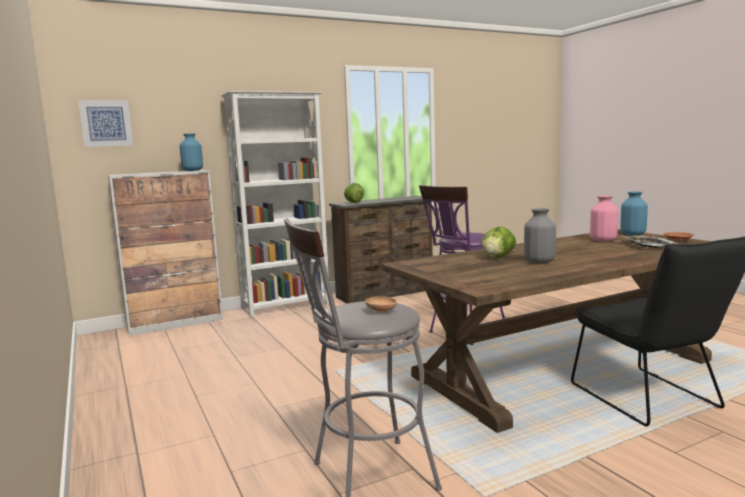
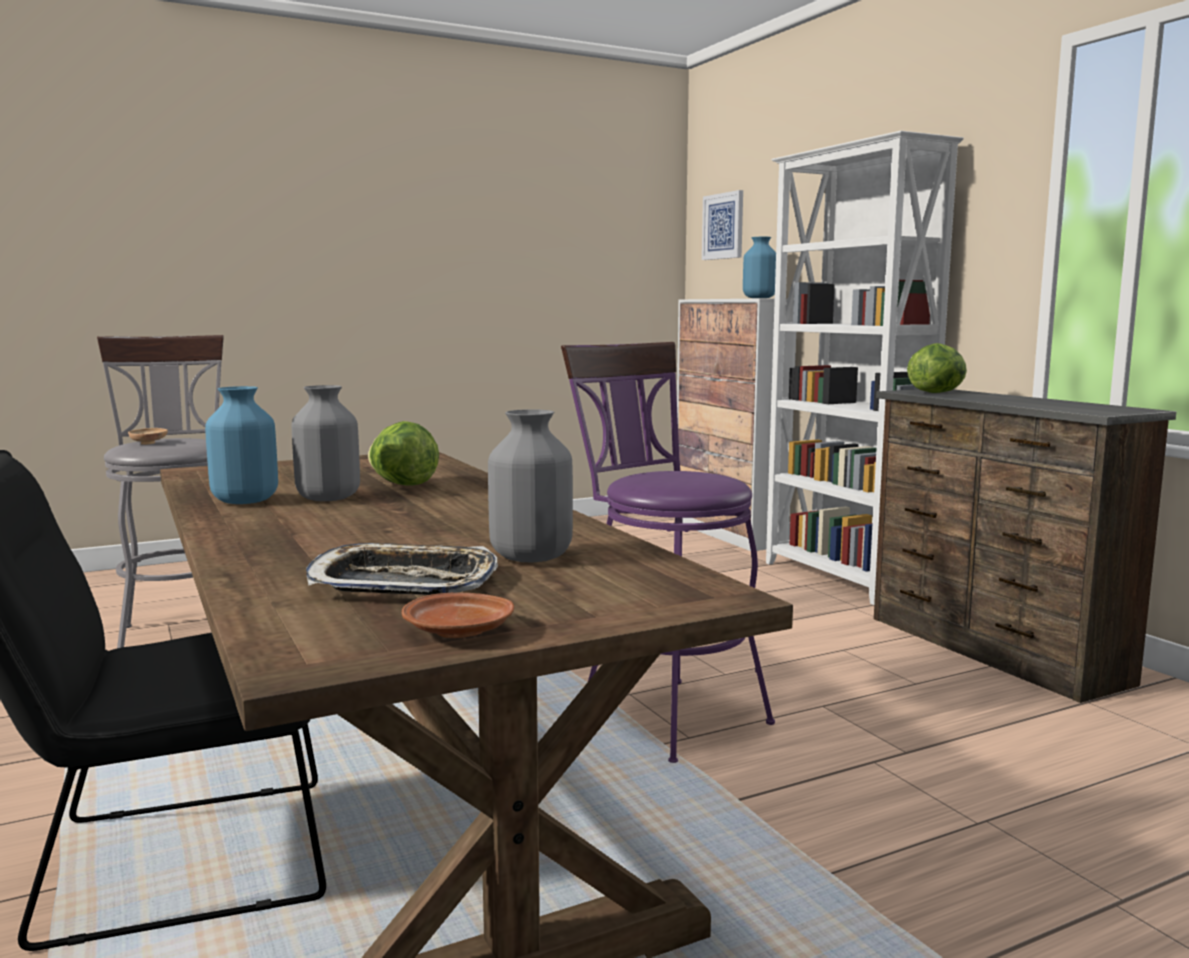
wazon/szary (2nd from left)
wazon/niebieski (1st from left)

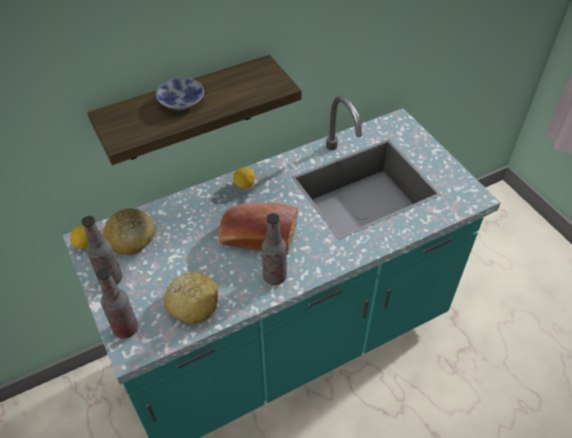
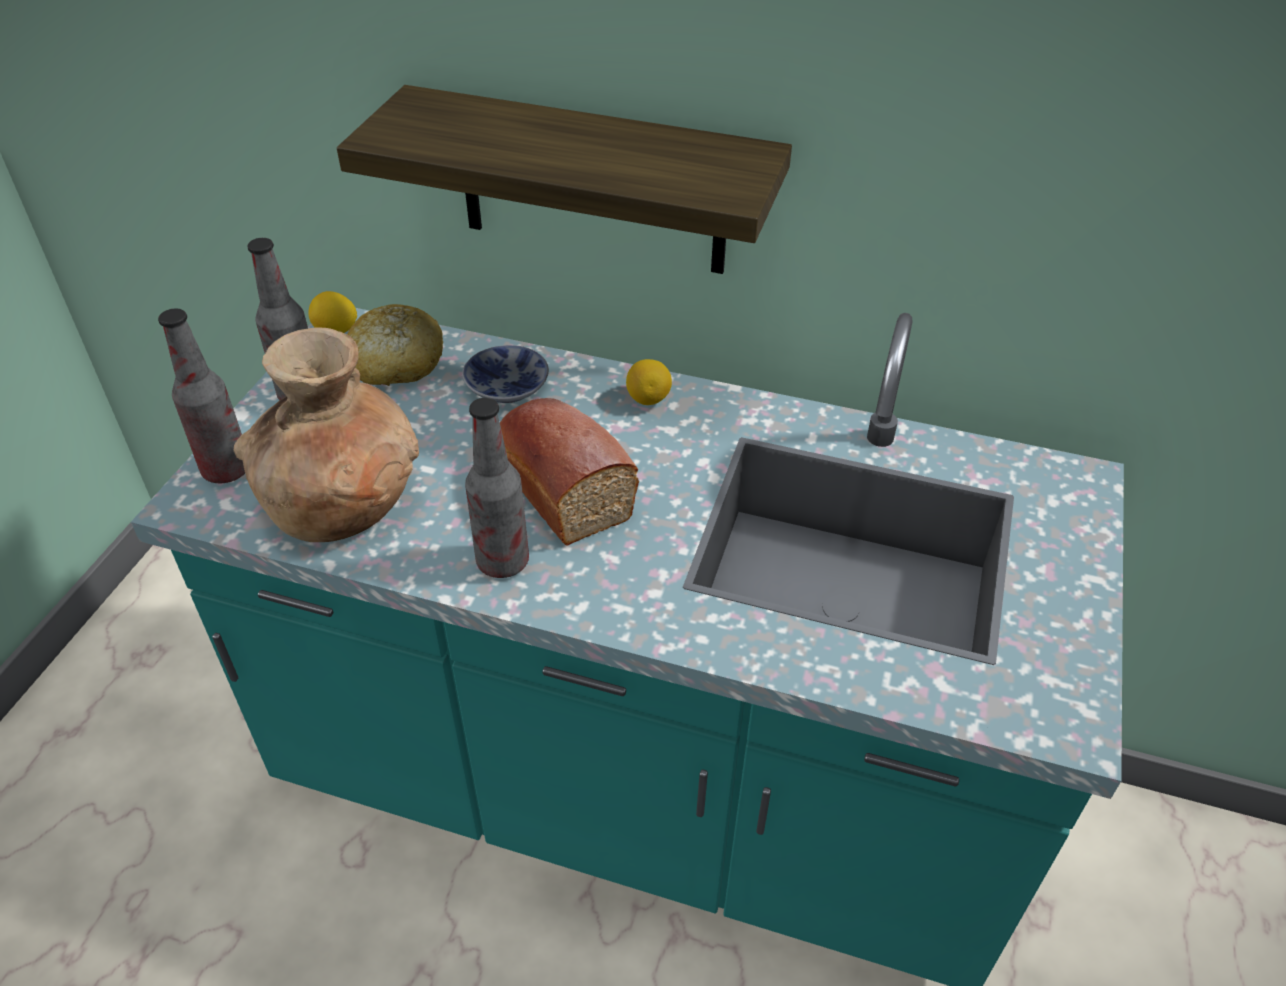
miska
wazon/brązowy

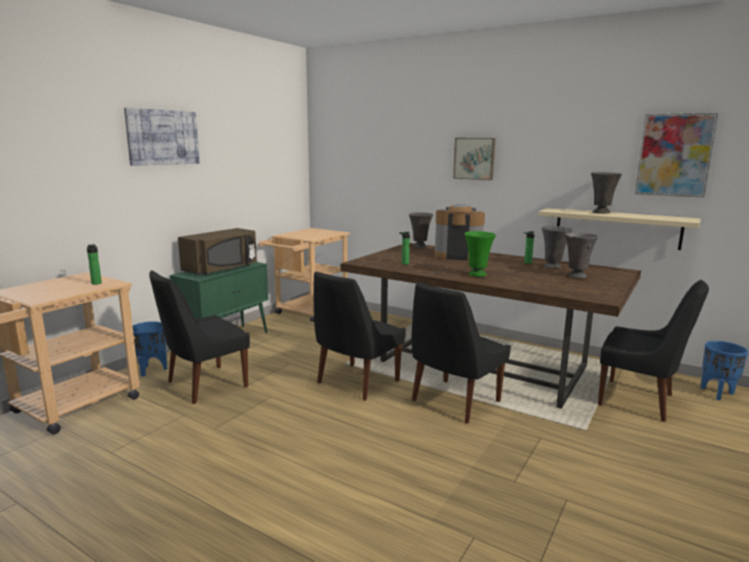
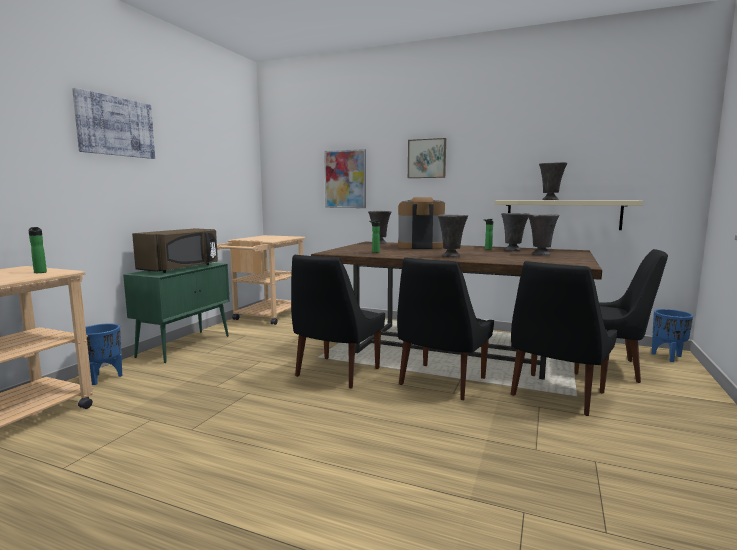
krzesło/czarny (3rd from left)
wazon/szary (2nd from left)
obraz (2nd from left)

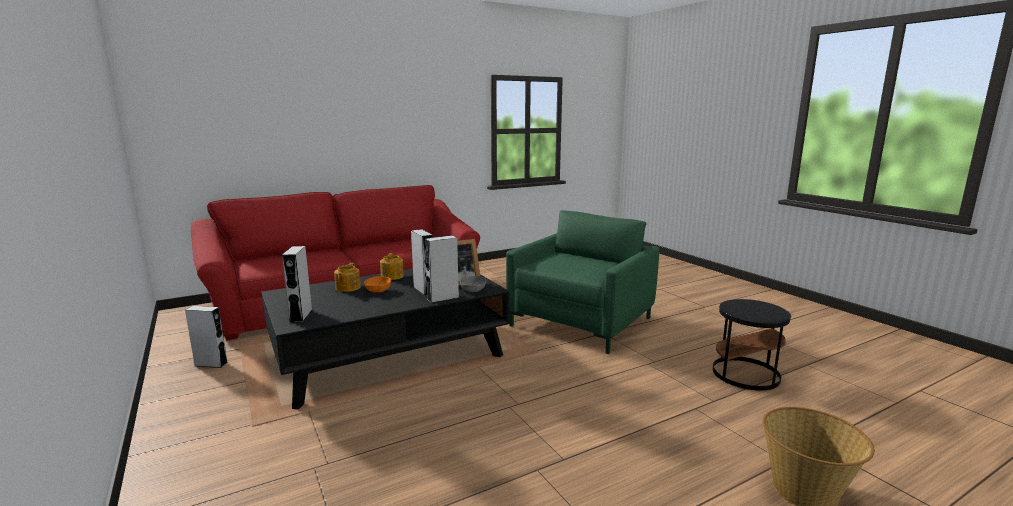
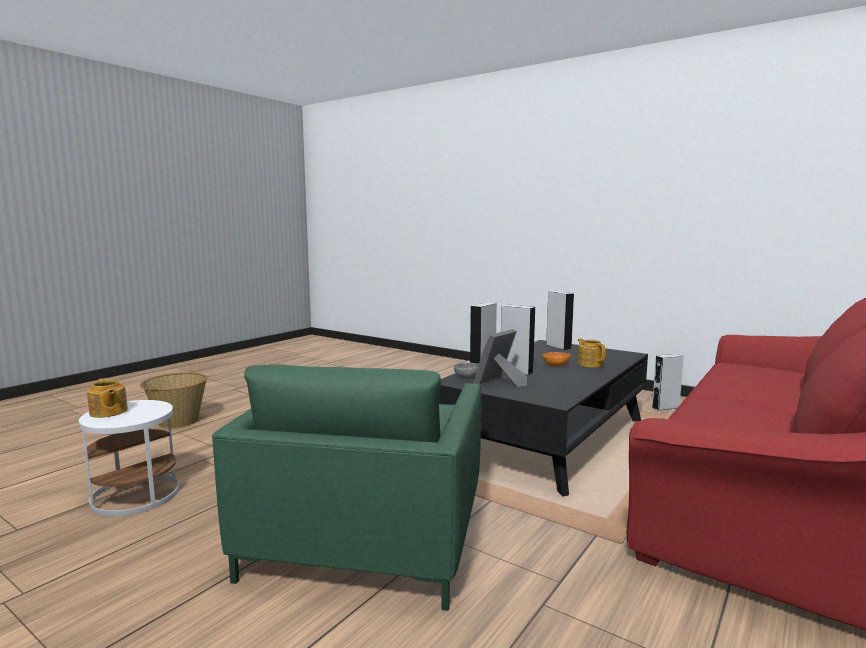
imbryk (1st from left)
stolik/biały

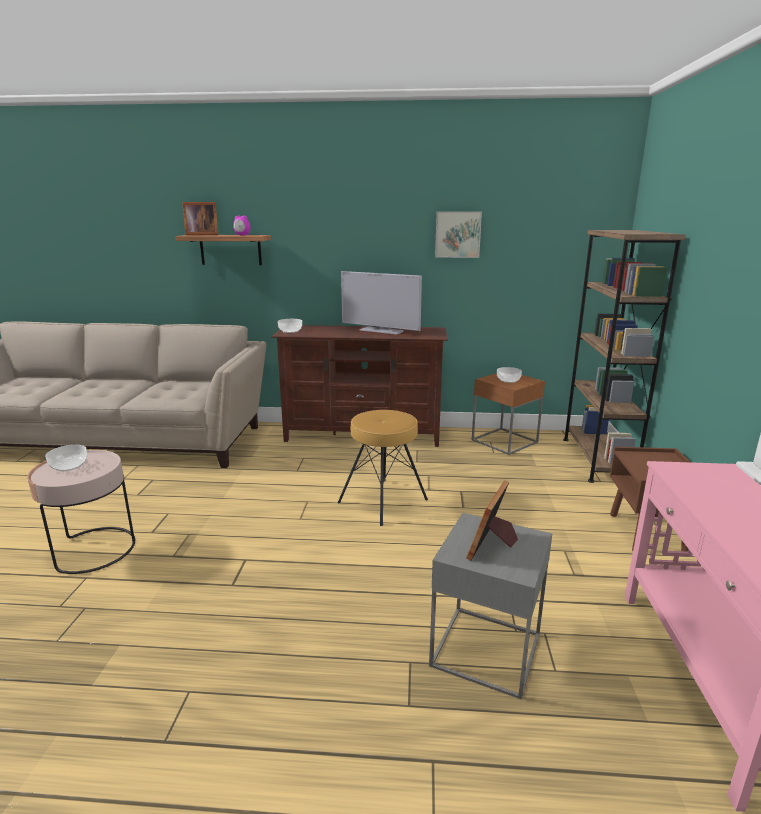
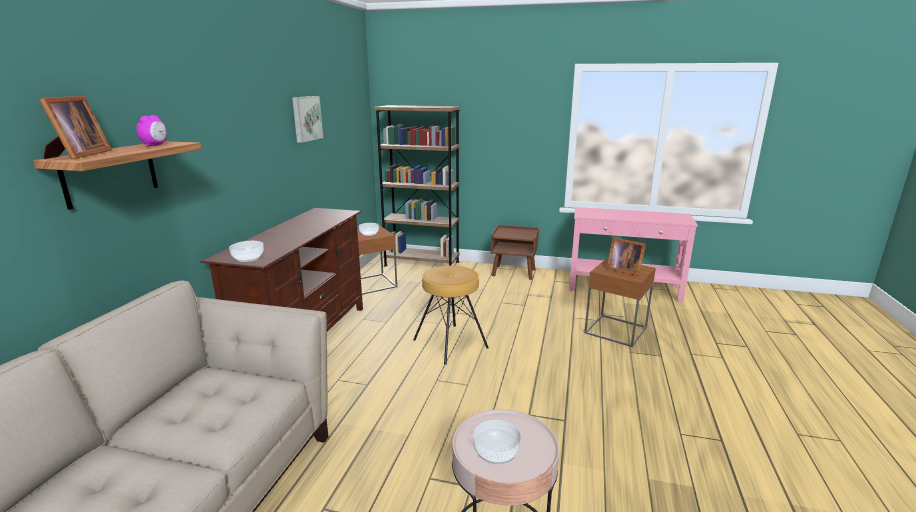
telewizor
stolik/brązowy (2nd from left)

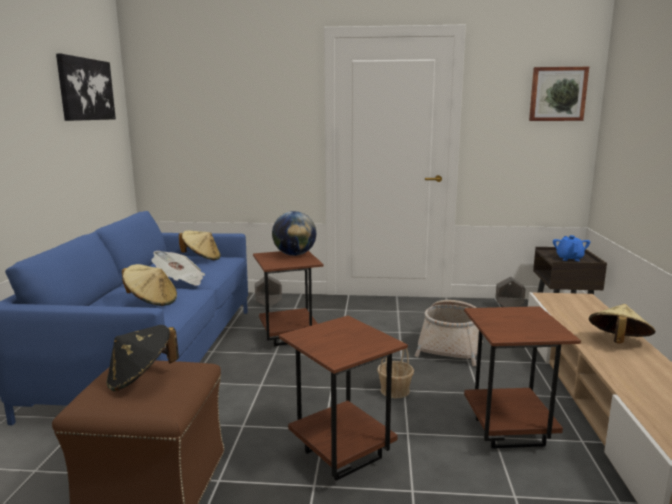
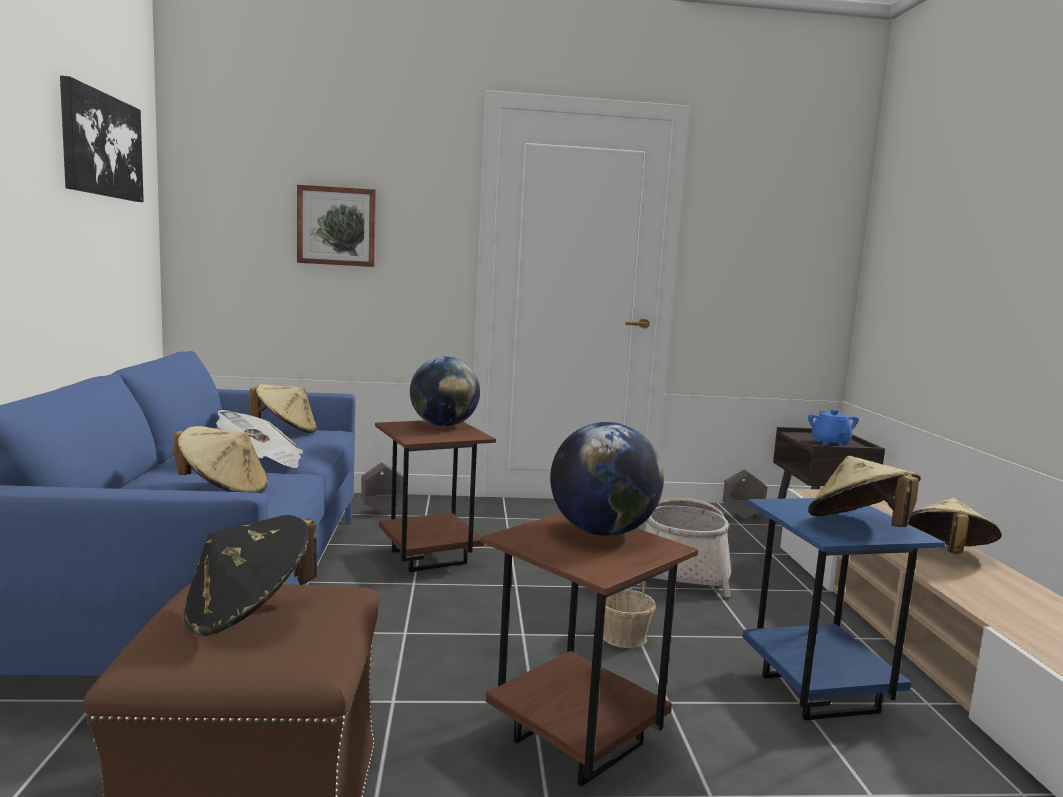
stolik/niebieski
obraz (2nd from left)
globus (2nd from left)
kapelusz/beżowy (3rd from left)

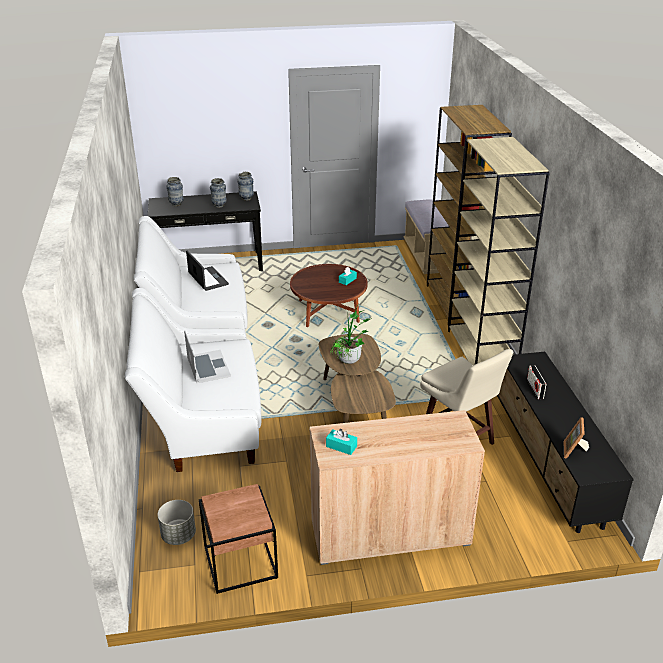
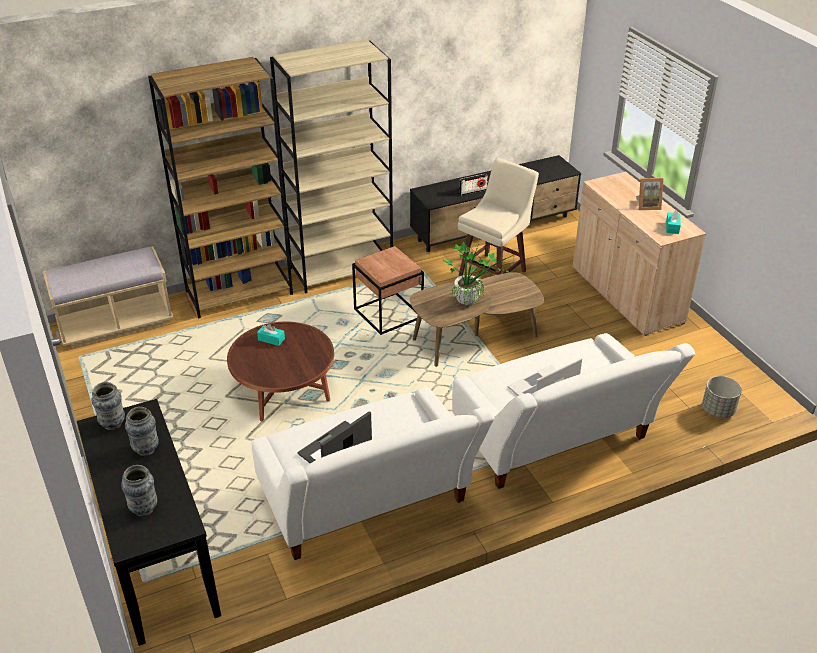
stolik/brązowy
ramka na zdjęcie

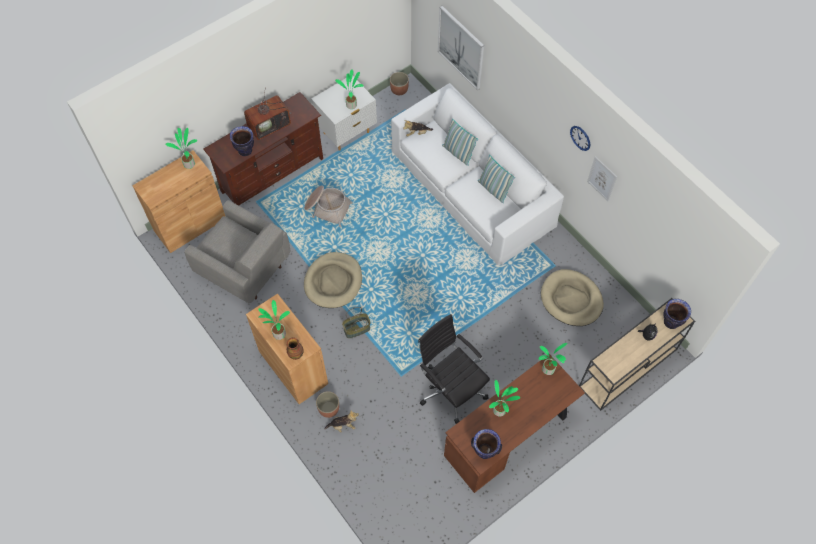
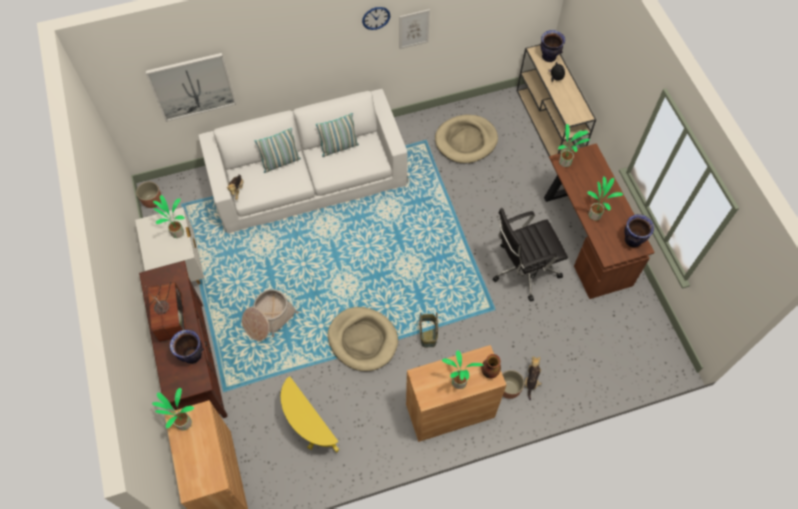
stolik/żółty

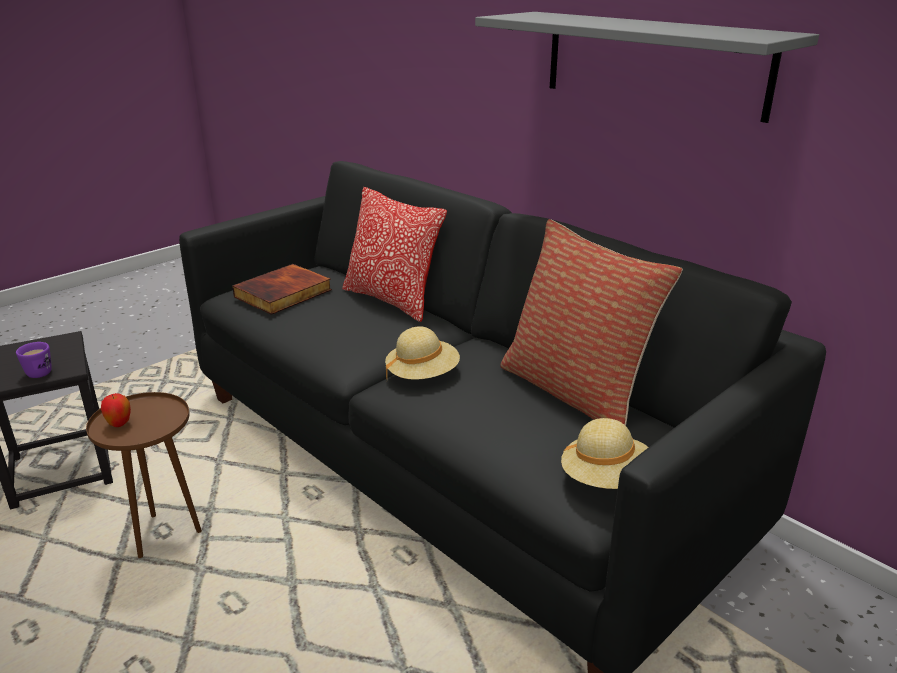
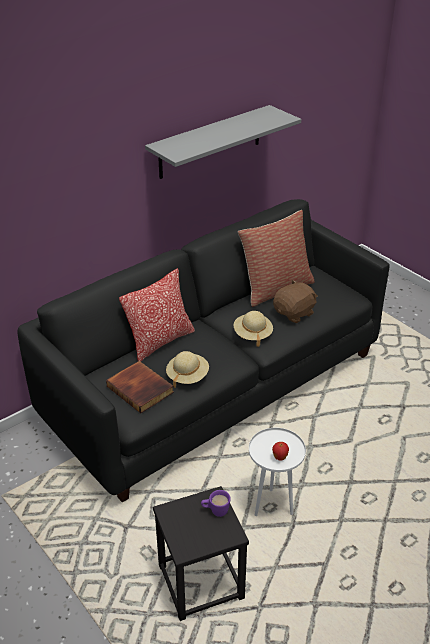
stolik/biały
kapelusz/beżowy (1st from left)
pluszak/brązowy

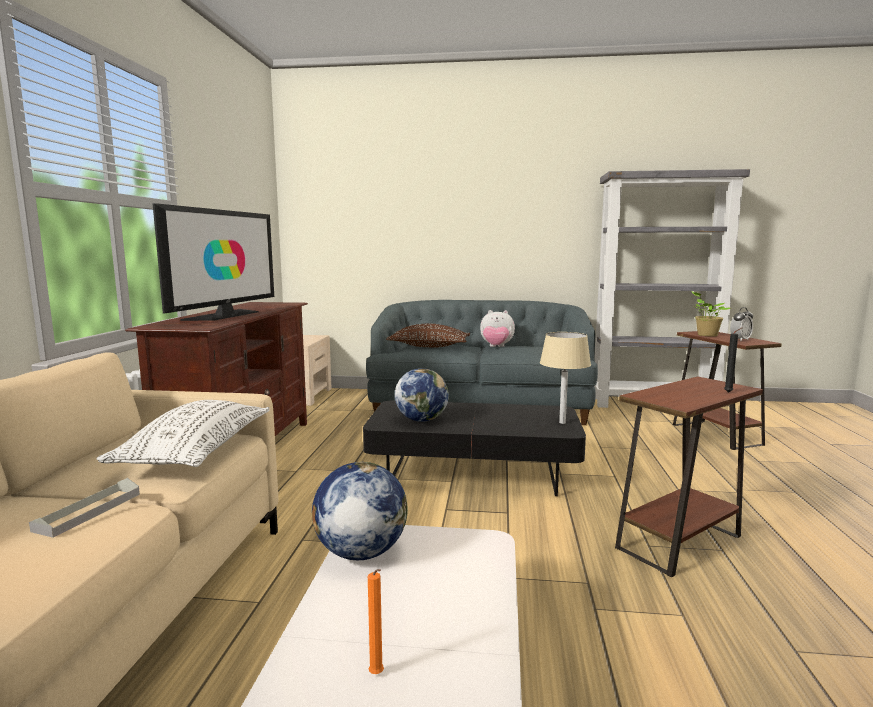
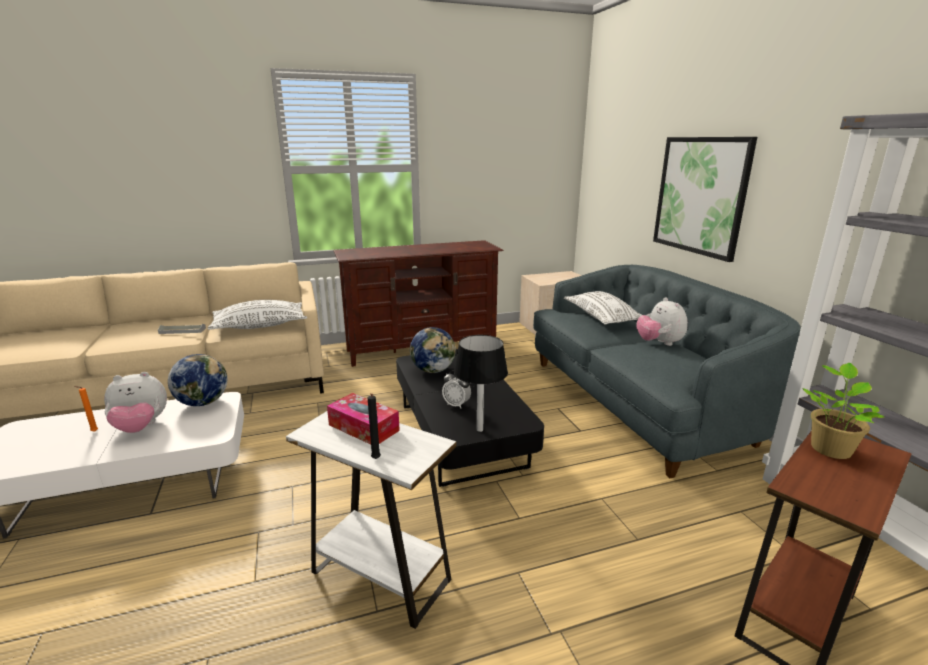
telewizor
poduszka/biały (2nd from left)
lampa stołowa/czarny
stolik/biały
budzik
pluszak (1st from left)
pudełko chusteczek
obraz

